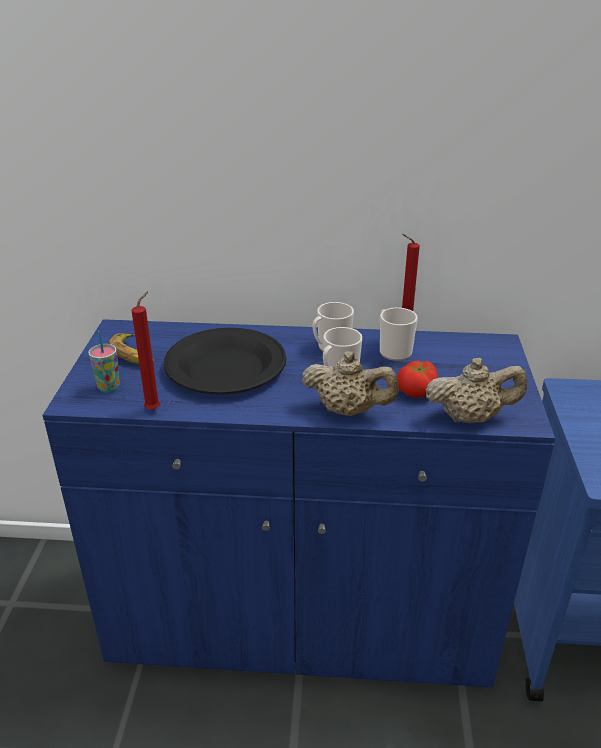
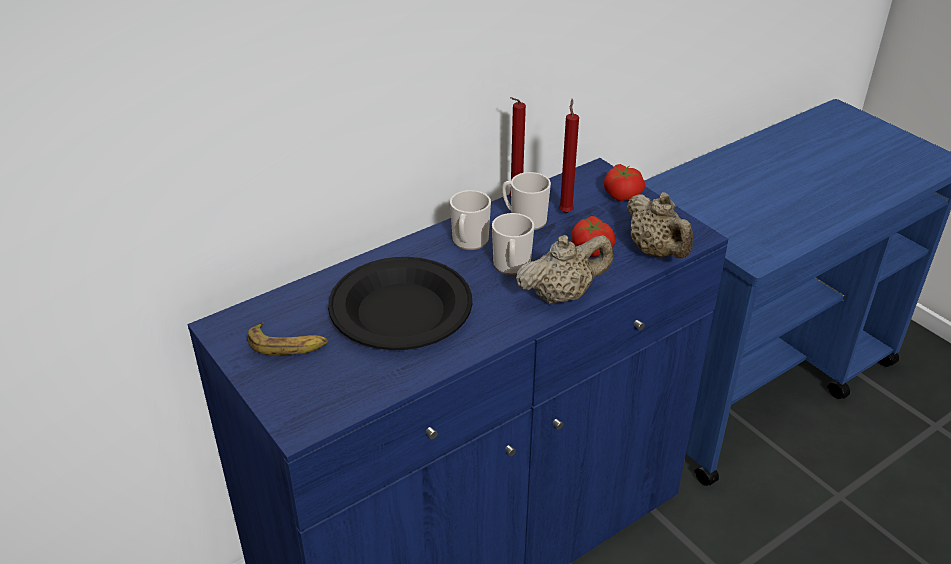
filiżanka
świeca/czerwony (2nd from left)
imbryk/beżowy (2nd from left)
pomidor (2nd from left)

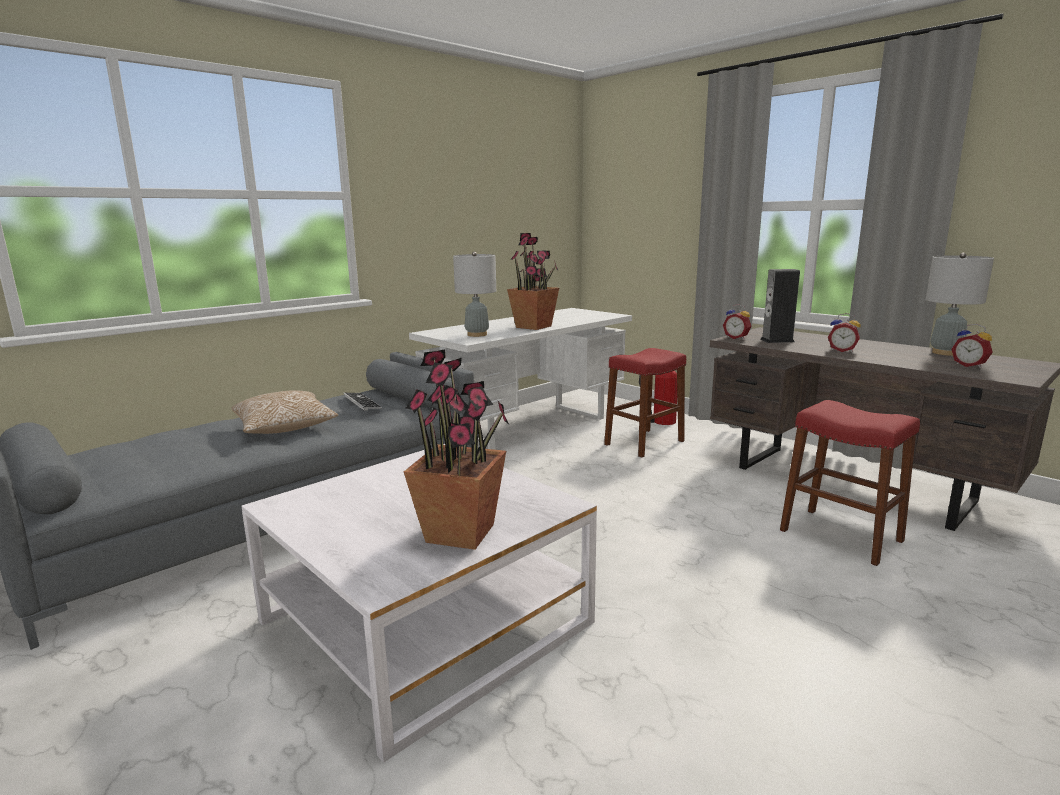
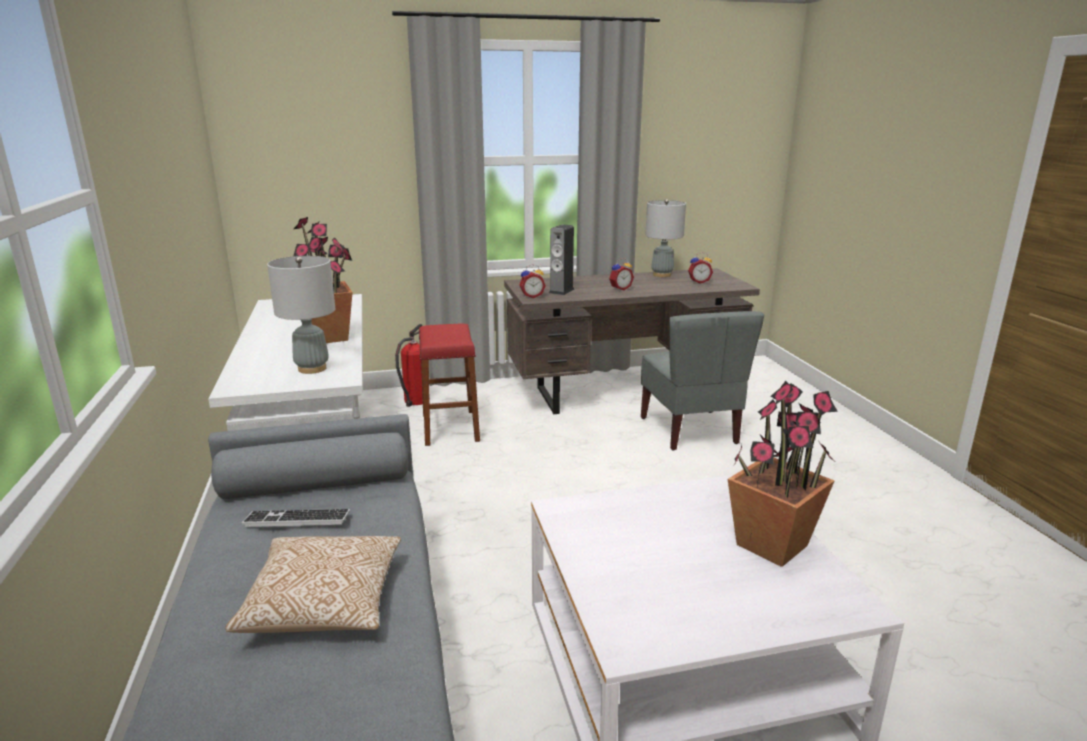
krzesło/szary

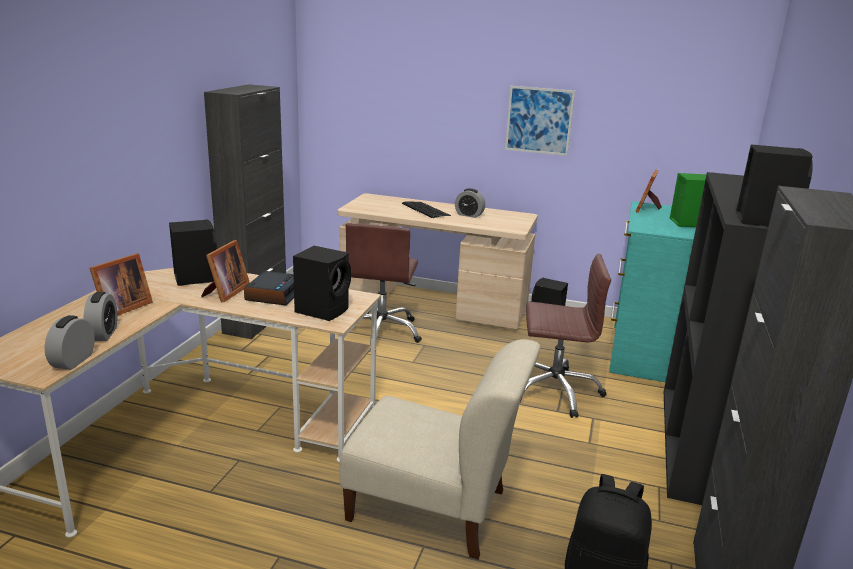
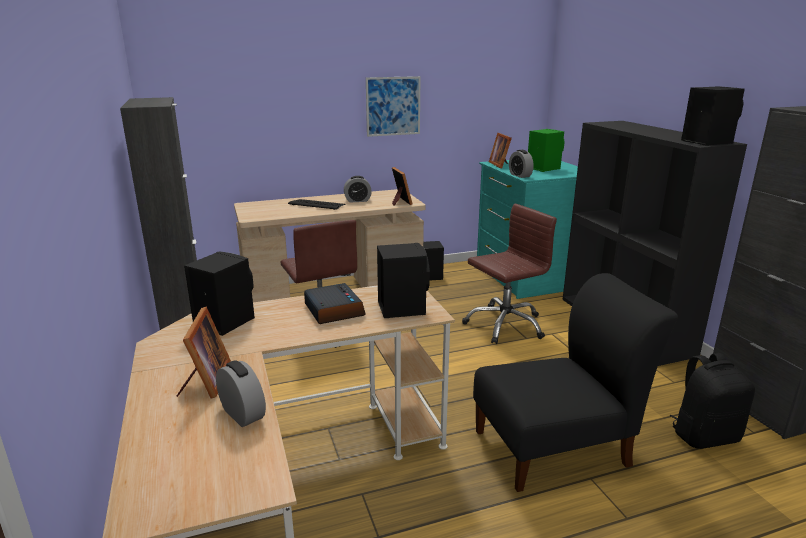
budzik (4th from left)
ramka na zdjęcie (2nd from left)
krzesło/czarny

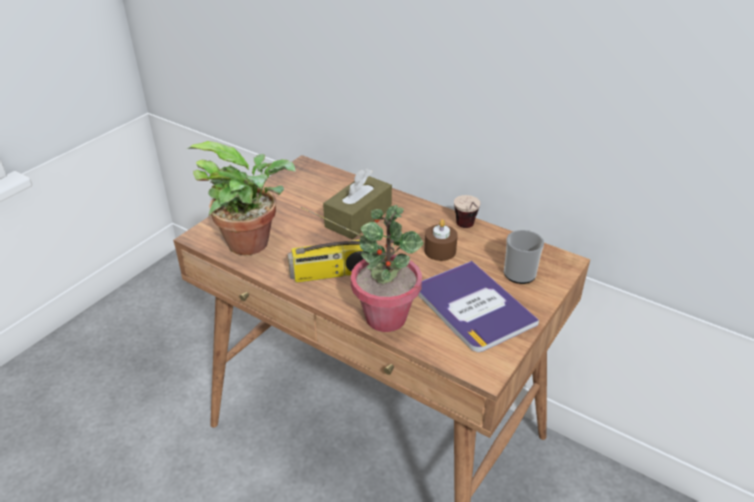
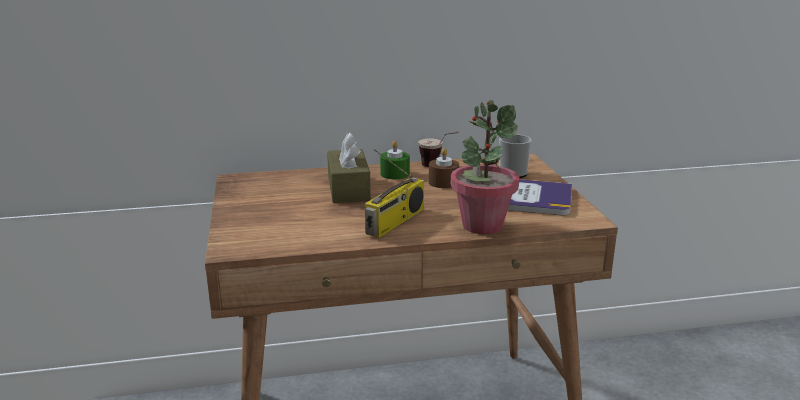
roślina doniczkowa (1st from left in the first image)
świeca/zielony

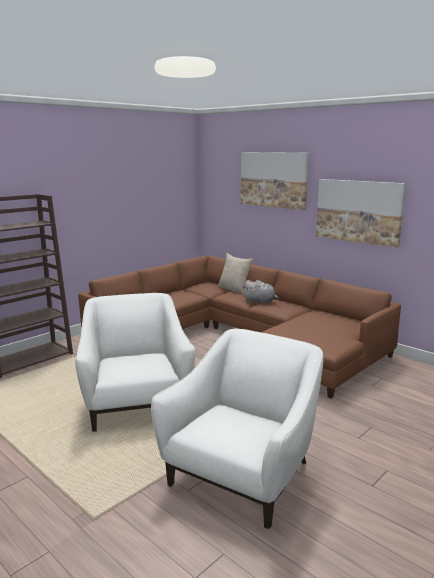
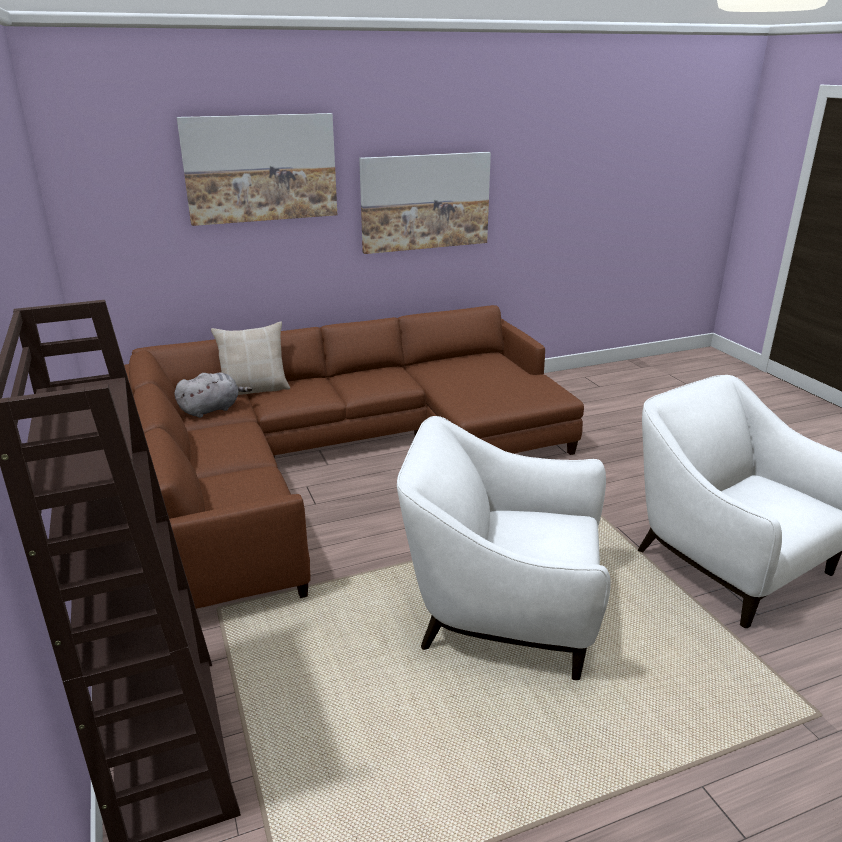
pluszak/szary

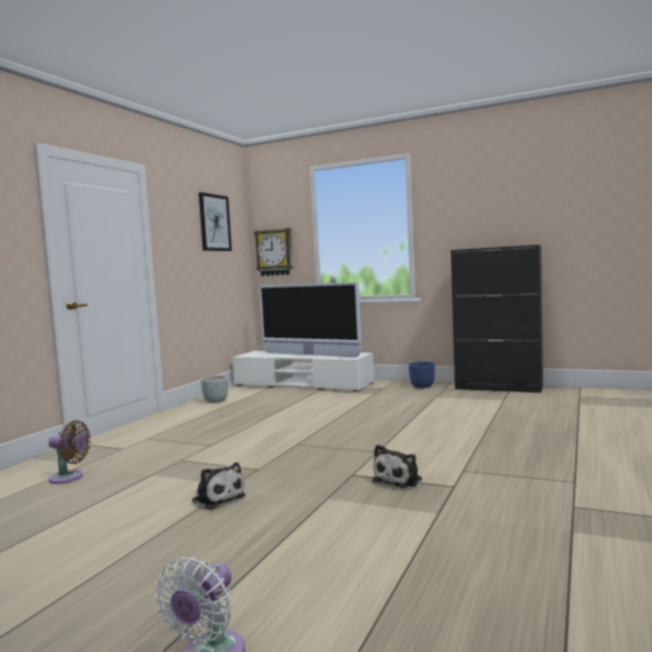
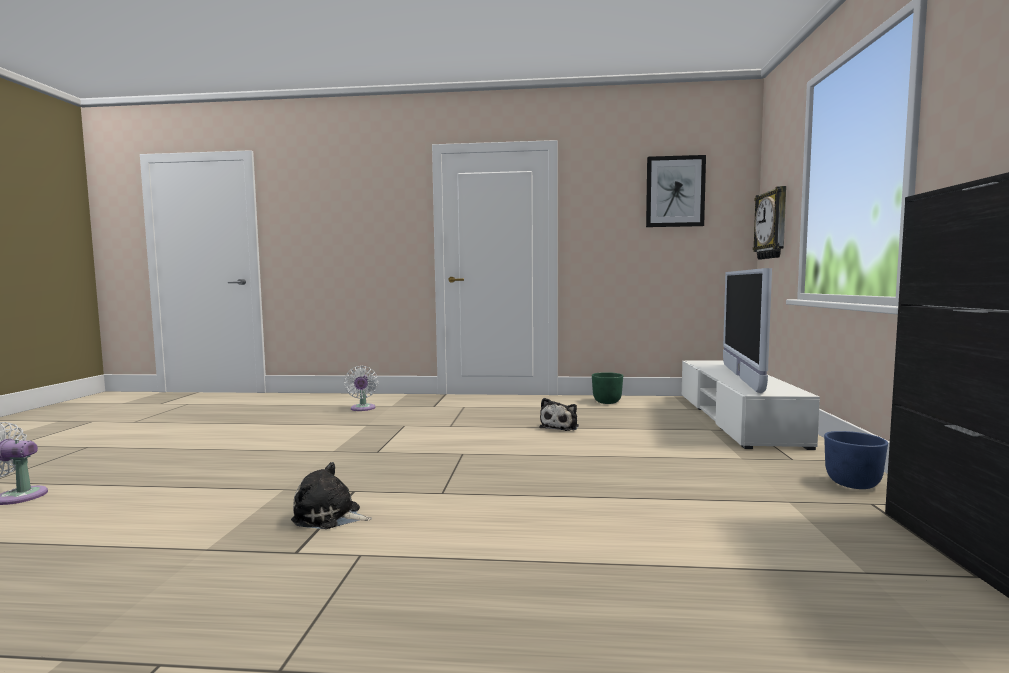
wentylator/biały (2nd from left)
pluszak (2nd from left)
donica/zielony

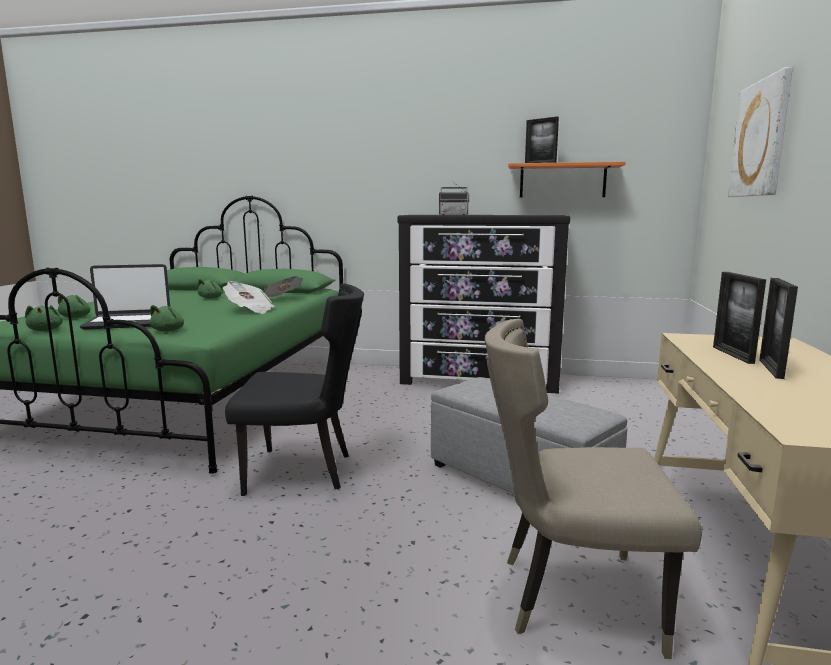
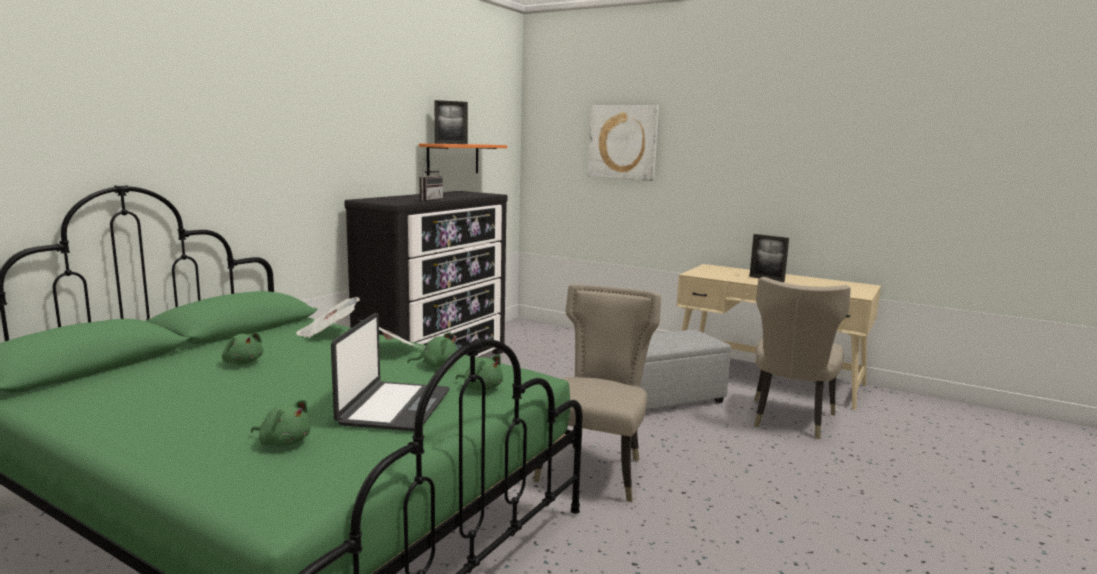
pluszak/zielony (3rd from left)
krzesło/beżowy (1st from left)
ramka na zdjęcie (2nd from left in the first image)

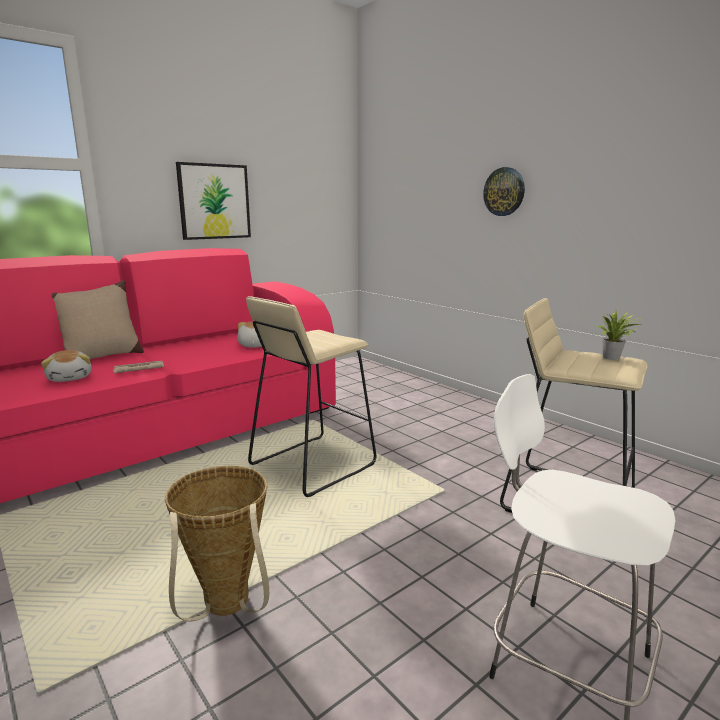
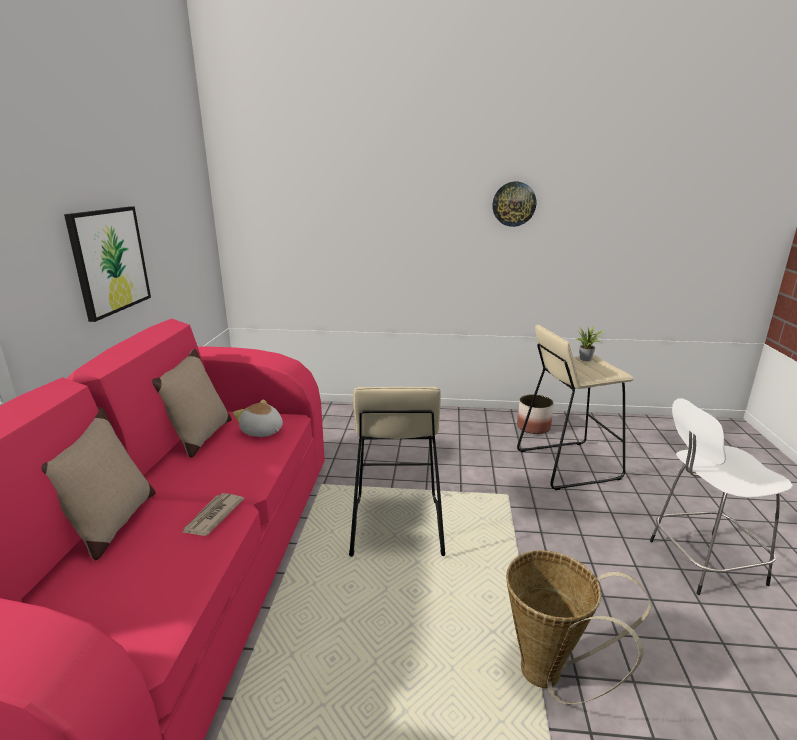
pluszak (1st from left in the first image)
zegar ścienny
poduszka/beżowy (2nd from left)
donica

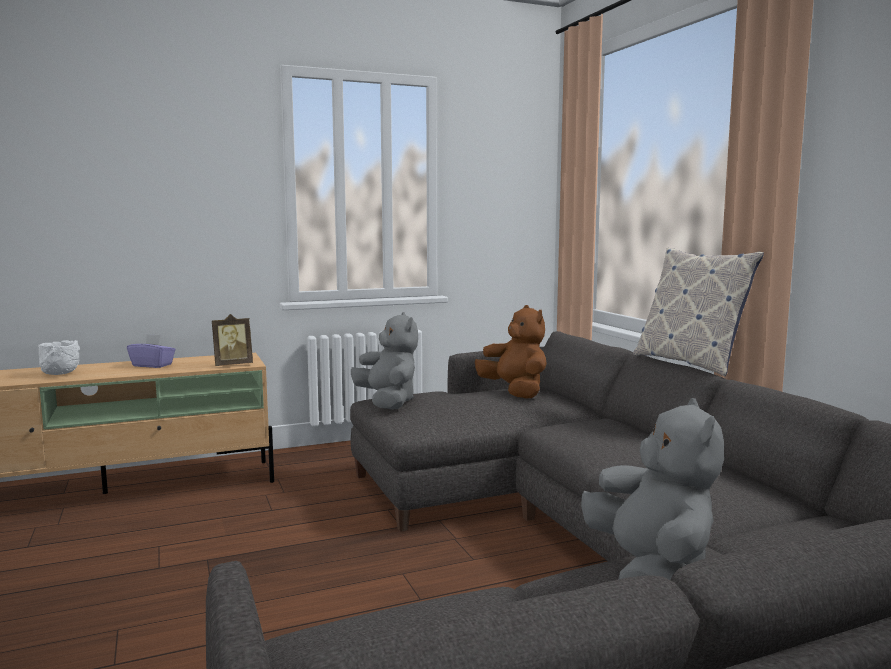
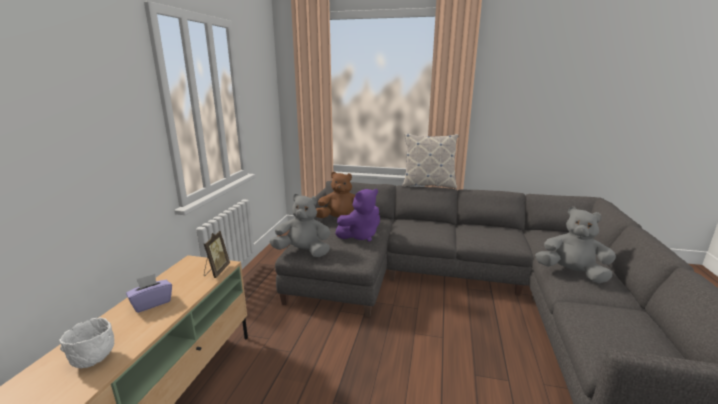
pluszak/fioletowy

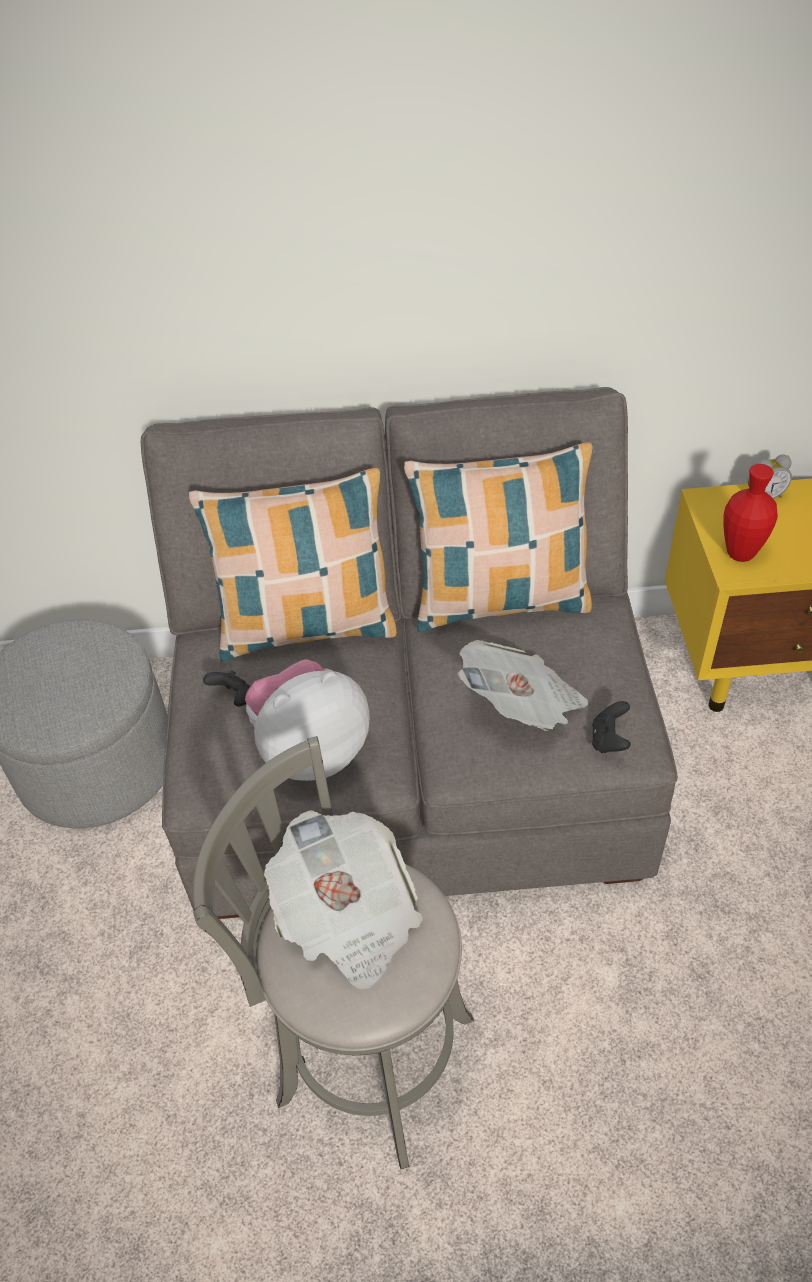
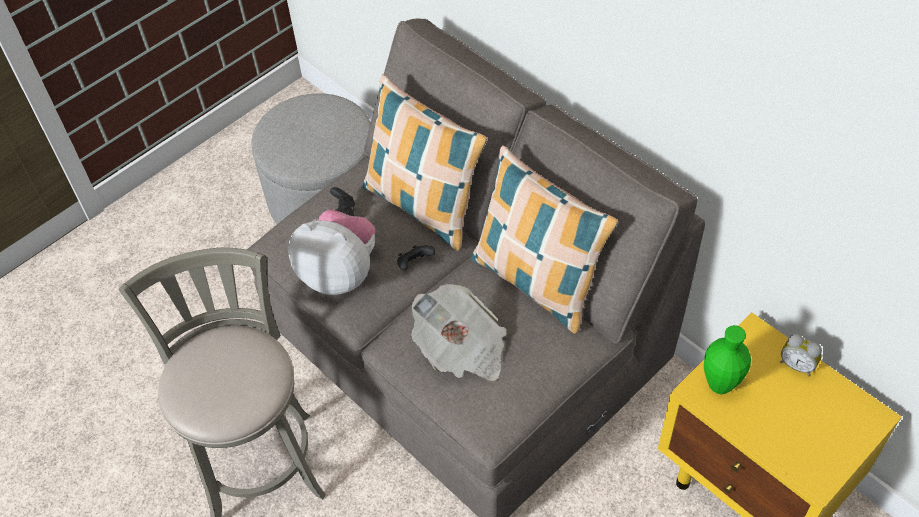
gazeta (1st from left in the first image)
pad do gier/czarny (2nd from left)
wazon/zielony

